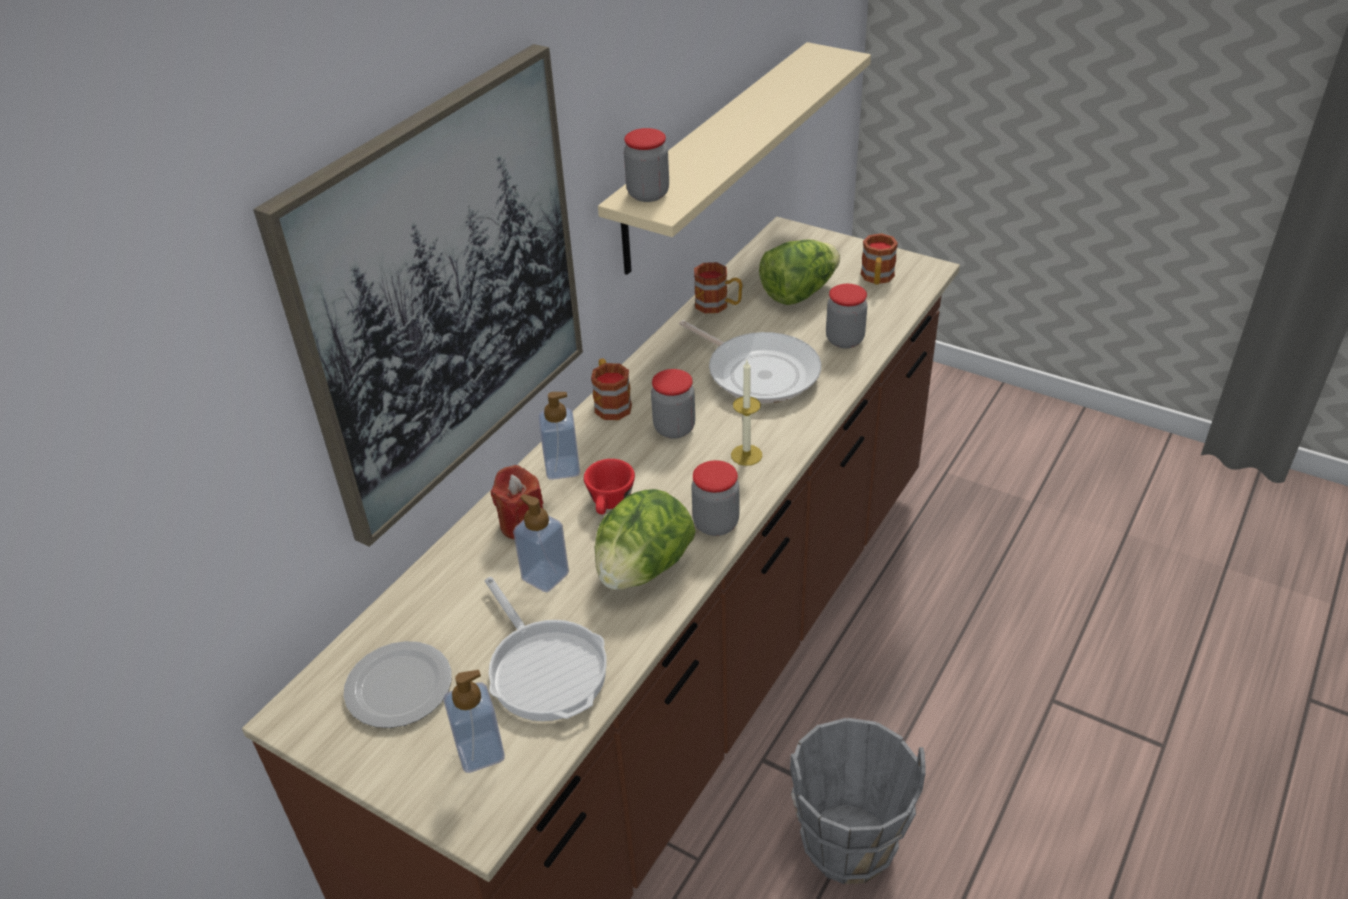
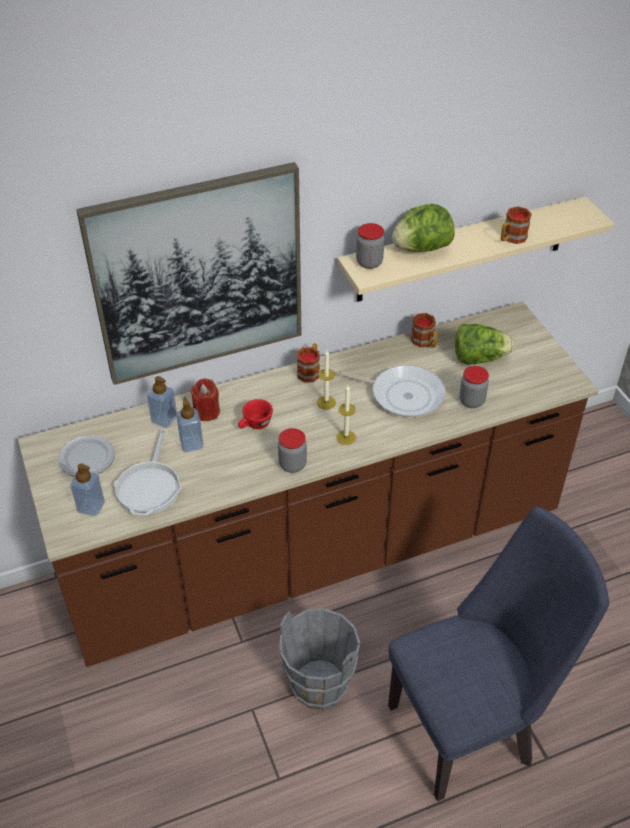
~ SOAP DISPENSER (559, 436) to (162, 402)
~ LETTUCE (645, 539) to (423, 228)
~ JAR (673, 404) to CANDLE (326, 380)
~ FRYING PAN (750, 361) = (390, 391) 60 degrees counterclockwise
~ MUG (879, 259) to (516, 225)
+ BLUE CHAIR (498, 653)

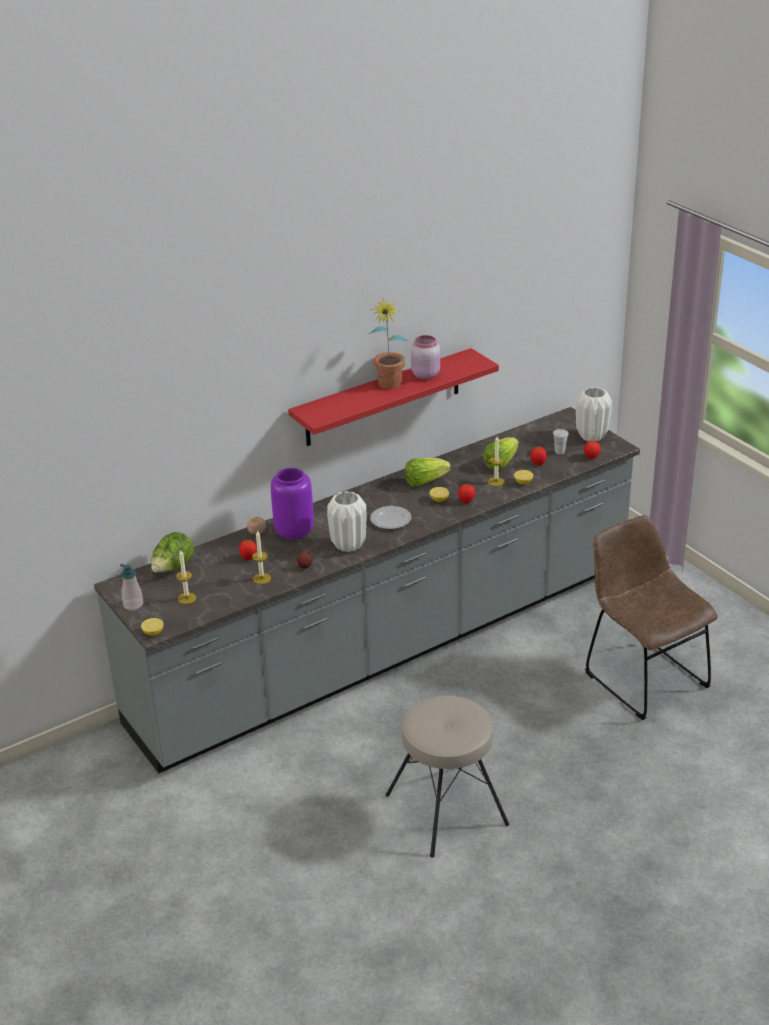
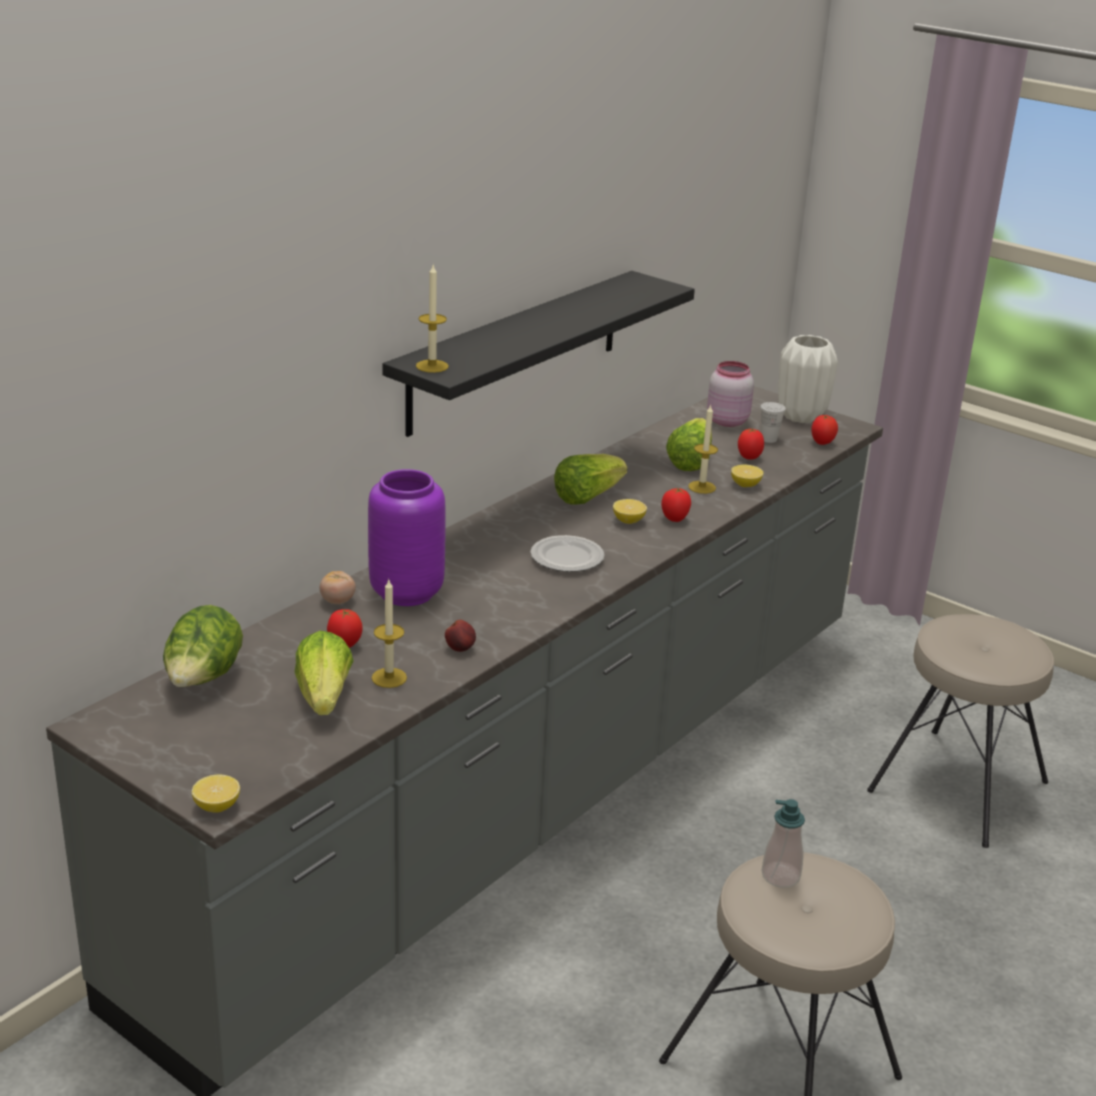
~ SOAP DISPENSER (131, 587) to (783, 843)
~ CANDLE (186, 577) to (432, 319)
~ RED SHELF (393, 397) to BLACK SHELF (538, 354)
- WHITE VASE (346, 521)
- POTTED PLANT (388, 344)
~ PINK JAR (425, 357) to (730, 394)
~ BROWN CHAIR (651, 617) to BEIGE STOOL (960, 731)
+ LETTUCE (323, 673)

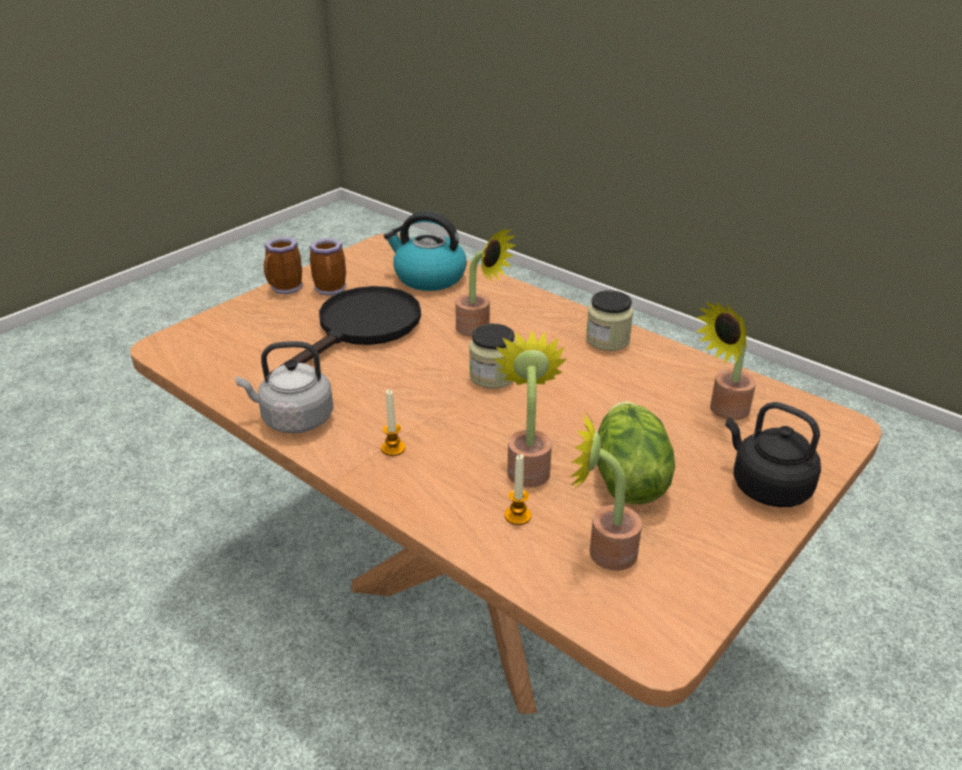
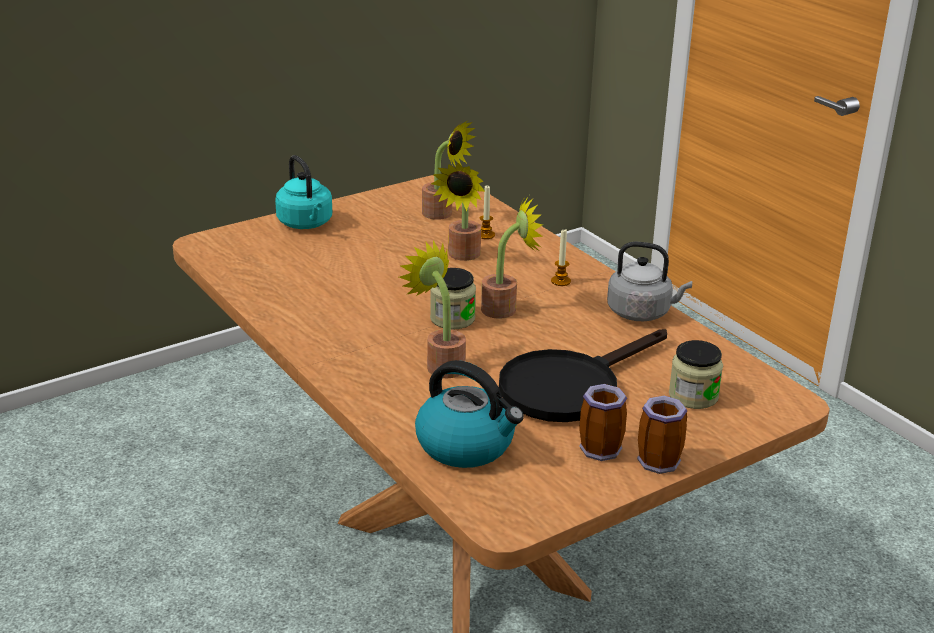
~ JAR (609, 320) to (696, 374)
- LETTUCE (636, 452)
~ POTTED PLANT (725, 360) to (512, 257)
~ BLACK KETTLE (773, 454) to TURQUOISE KETTLE (303, 192)

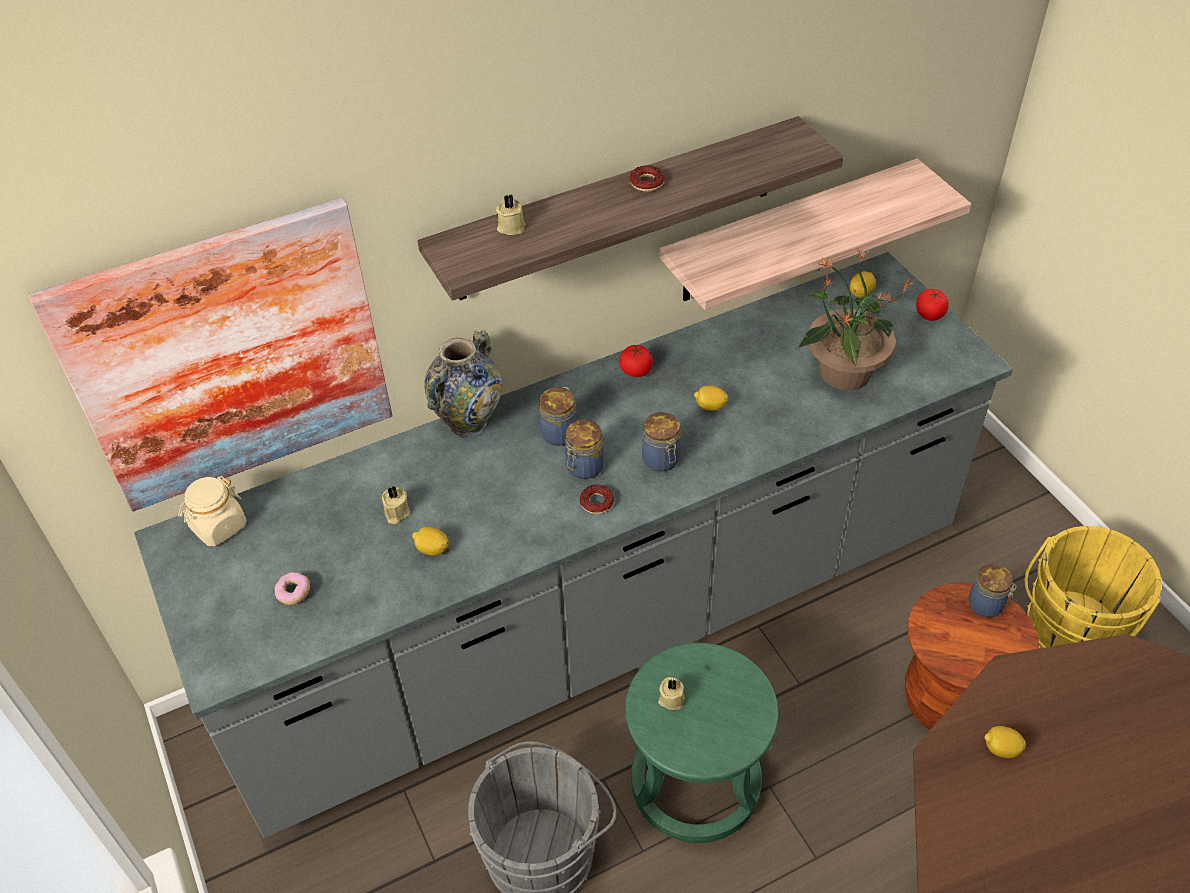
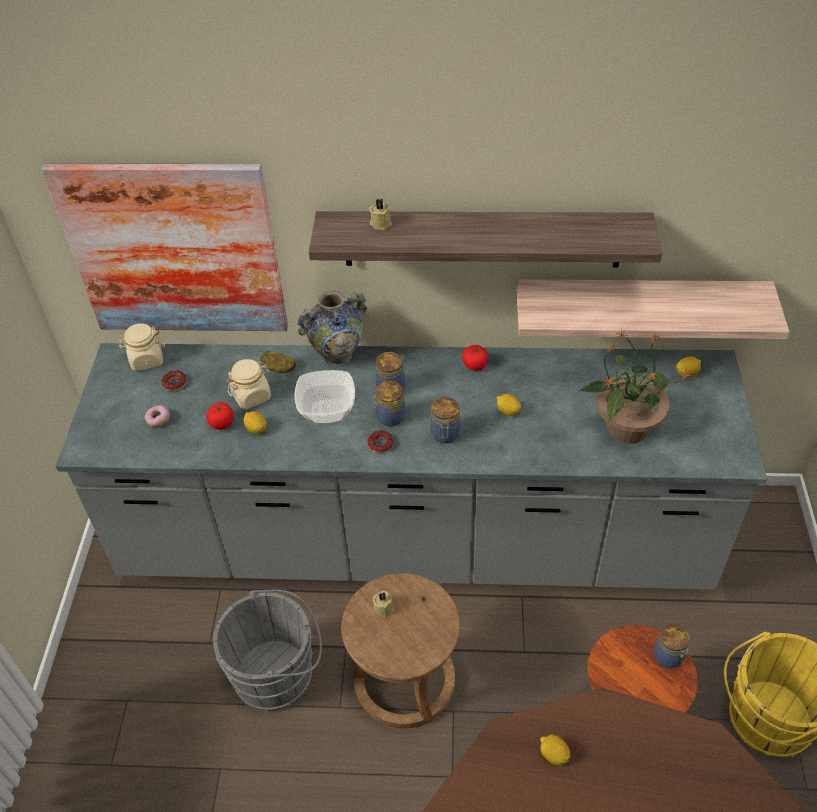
~ BEIGE CANDLE (396, 505) to BEIGE JAR (249, 384)
~ GREEN STOOL (702, 743) to BROWN STOOL (400, 651)
~ DONUT (647, 178) to (173, 381)
~ TOMATO (932, 305) to (220, 416)
+ POTATO (278, 362)
+ BOWL (324, 397)

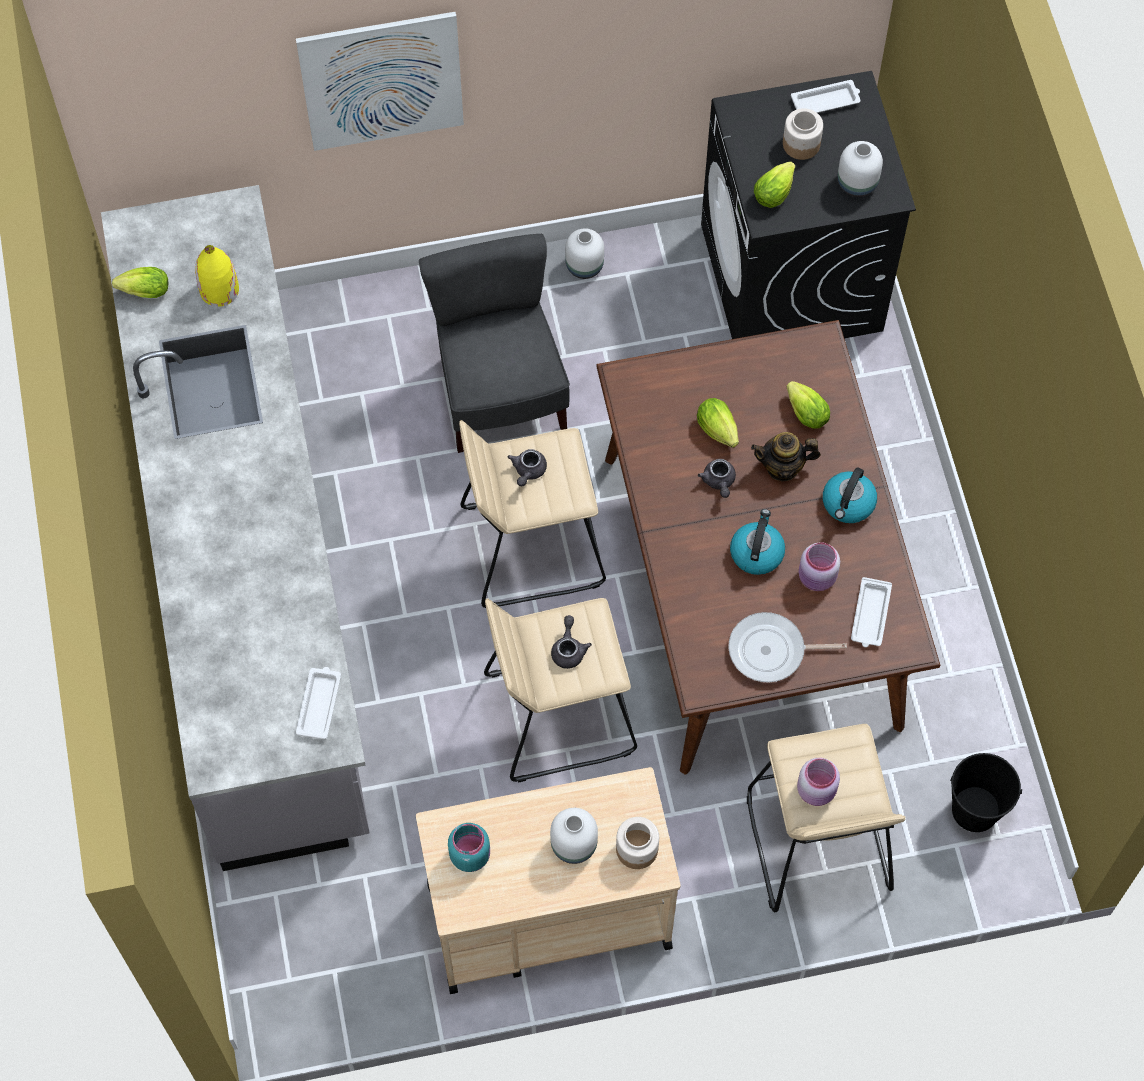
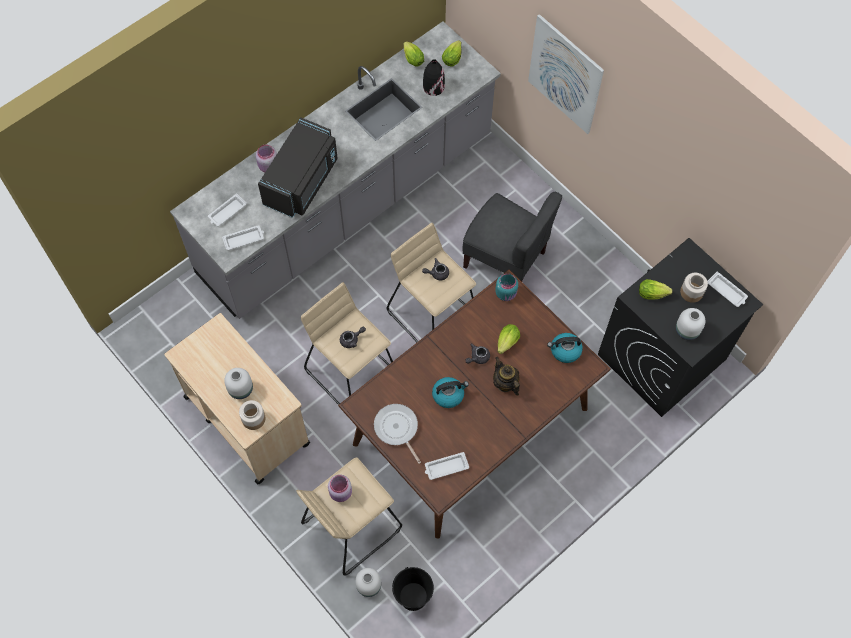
~ YELLOW VASE (217, 276) to BLACK VASE (434, 77)
~ GREY CHAIR (494, 343) = (512, 237) 75 degrees clockwise
~ TURQUOISE JAR (469, 847) to (506, 287)
~ WHITE VASE (584, 253) to (368, 582)
~ LETTUCE (808, 405) to (452, 53)
~ PINK JAR (819, 566) to (266, 158)
~ KETTLE (850, 495) to (565, 348)
+ WHITE TRAY (227, 209)
+ BLACK MICROWAVE (298, 167)

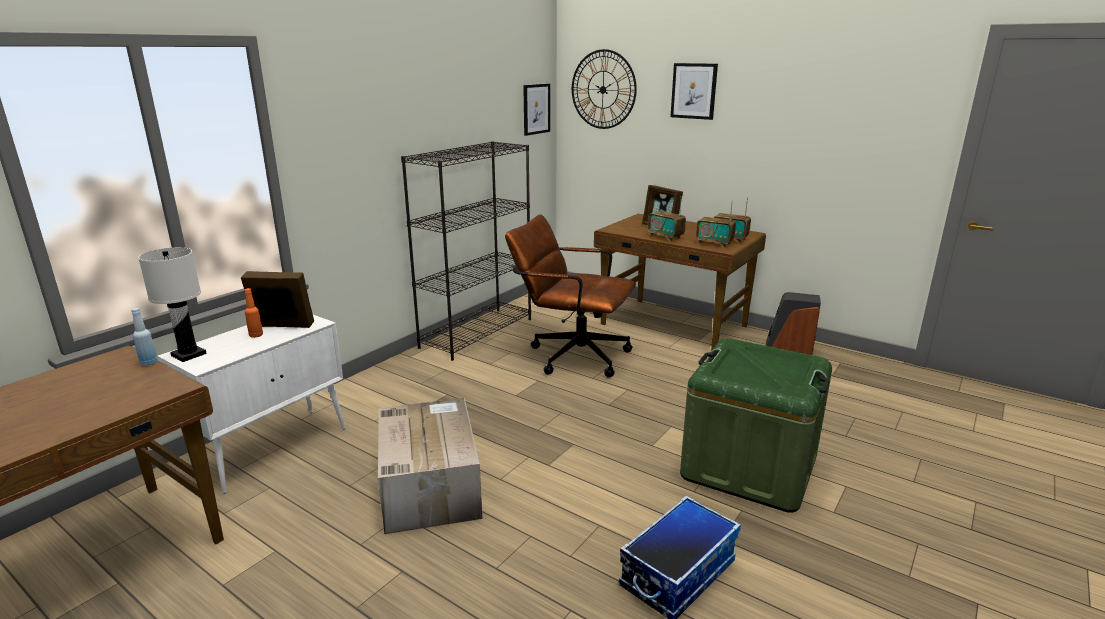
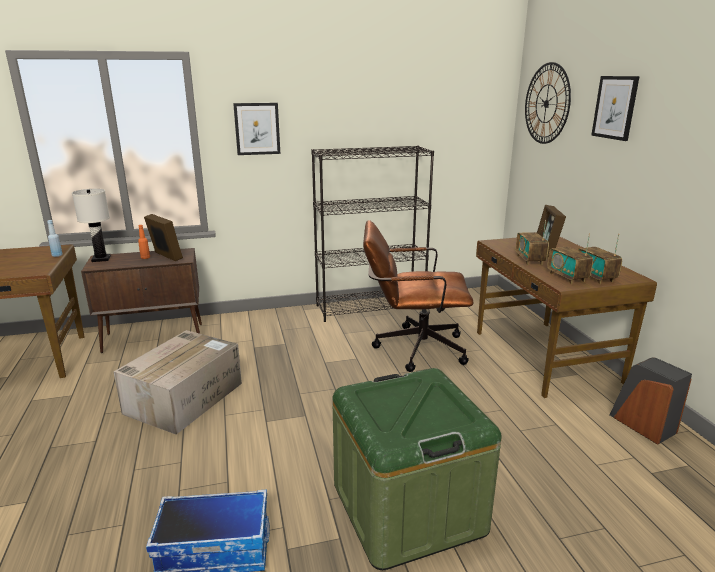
~ WHITE CABINET (251, 404) to BROWN CABINET (141, 300)
~ BROWN OFFICE CHAIR (570, 296) = (418, 296) 60 degrees counterclockwise
~ PICTURE (536, 110) to (256, 129)

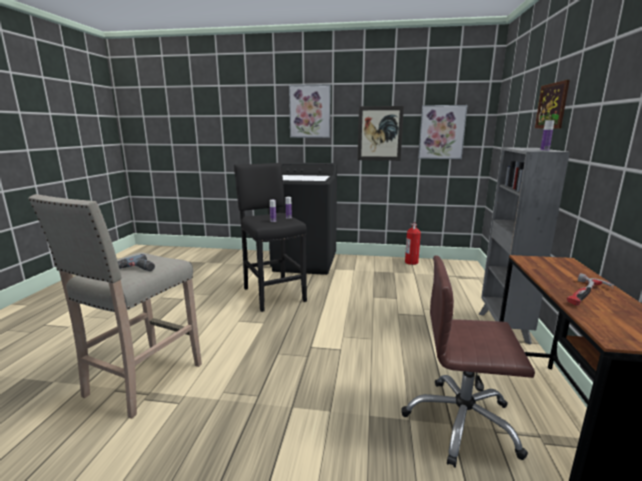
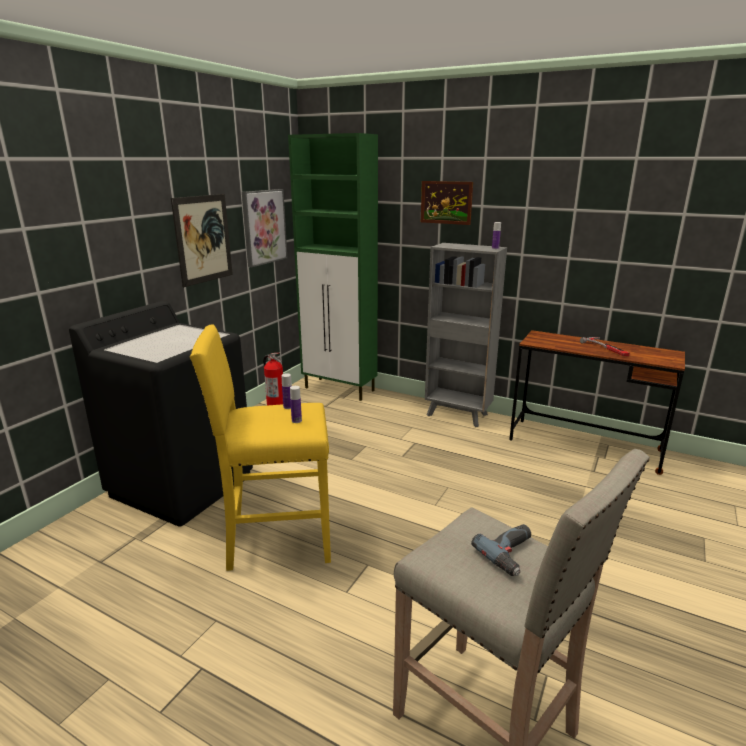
~ BLACK STOOL (270, 237) to YELLOW STOOL (260, 448)
- PICTURE (310, 111)
- BROWN OFFICE CHAIR (468, 361)
+ GREEN CABINET (333, 267)

